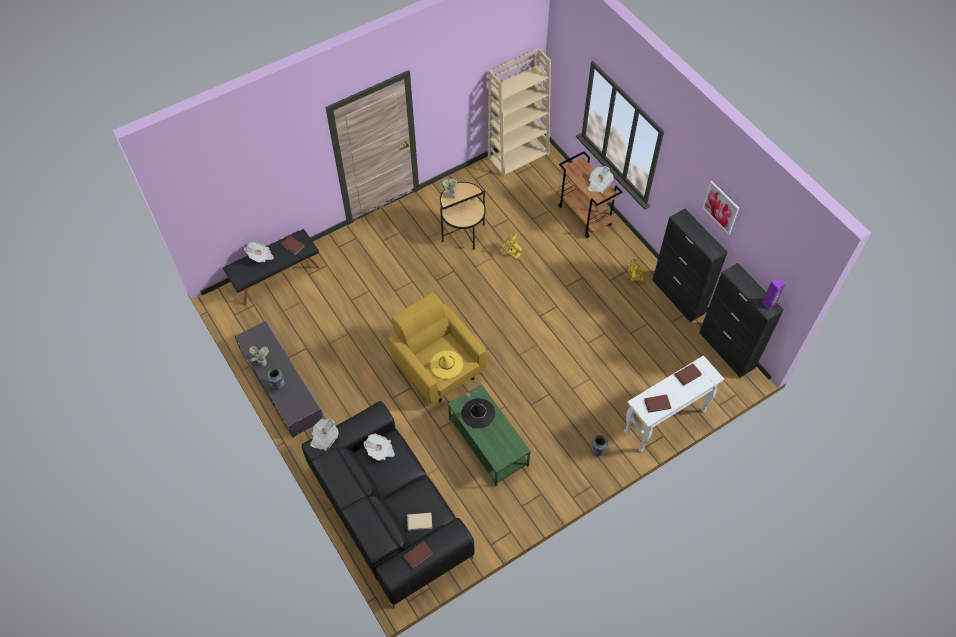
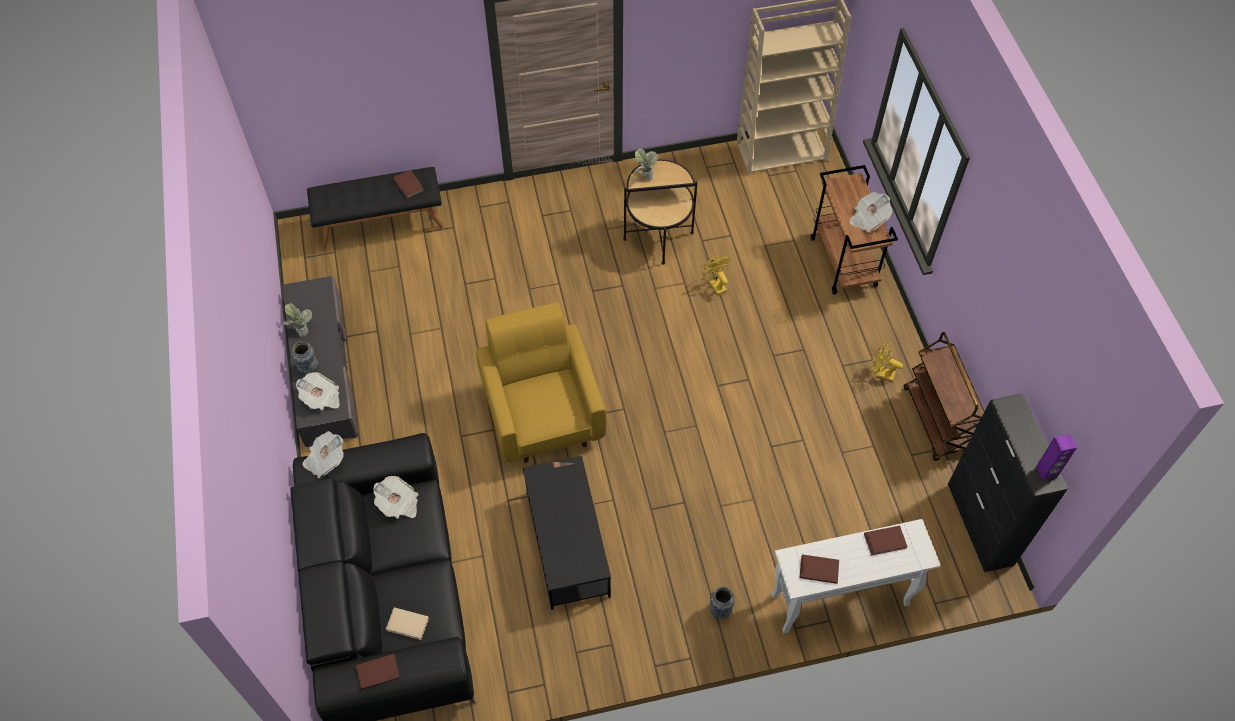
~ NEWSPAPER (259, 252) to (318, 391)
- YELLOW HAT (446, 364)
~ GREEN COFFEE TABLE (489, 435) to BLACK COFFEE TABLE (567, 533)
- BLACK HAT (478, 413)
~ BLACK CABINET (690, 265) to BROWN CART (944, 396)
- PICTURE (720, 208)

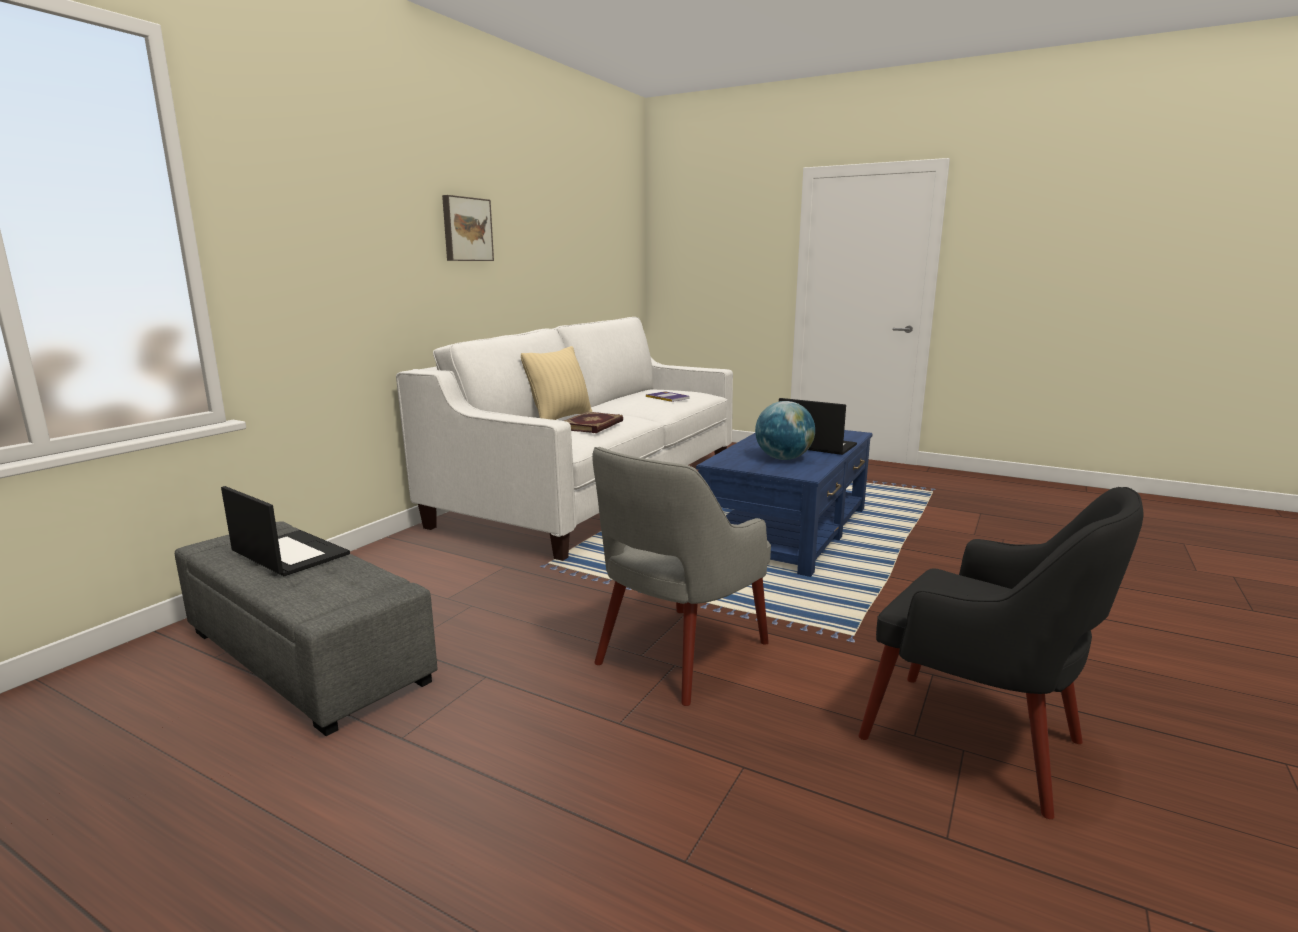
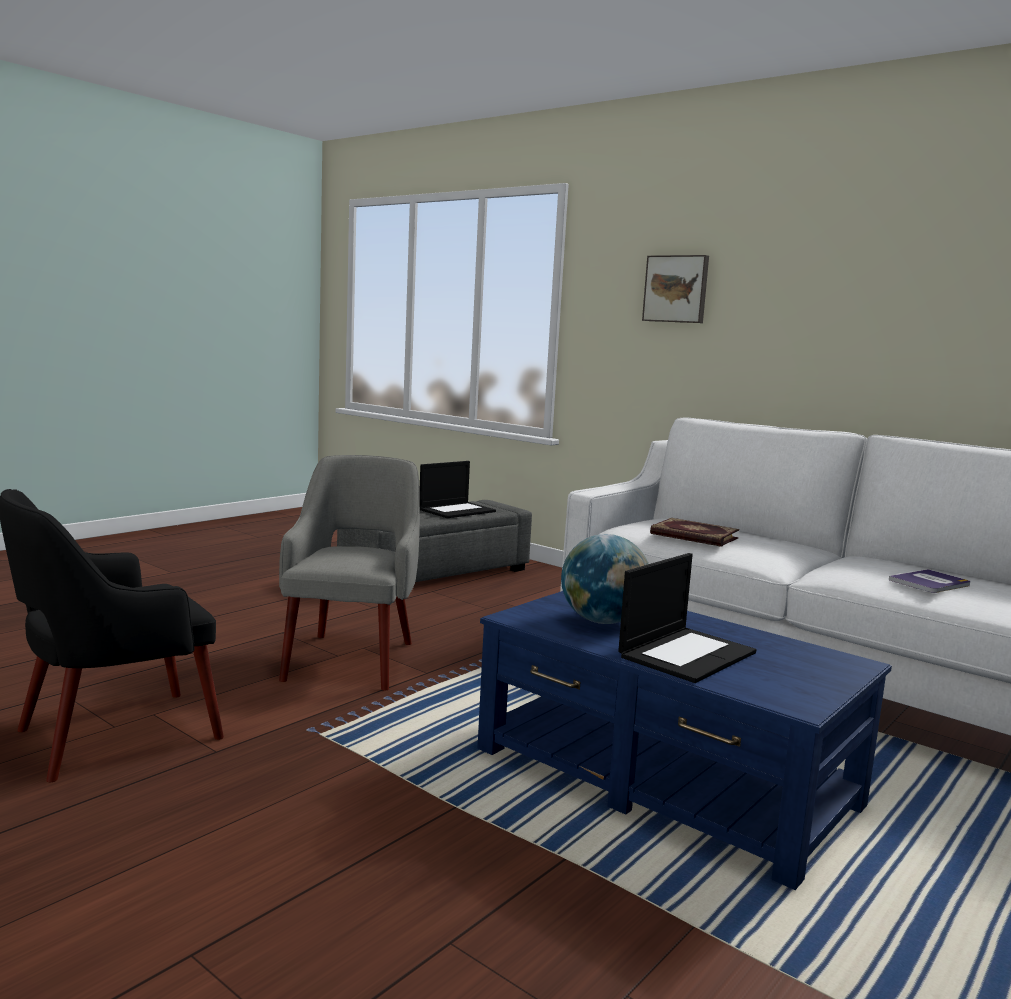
~ PICTURE (468, 228) to (675, 289)
- BEIGE PILLOW (556, 383)
~ GREY ARMCHAIR (681, 576) = (349, 573) 45 degrees clockwise

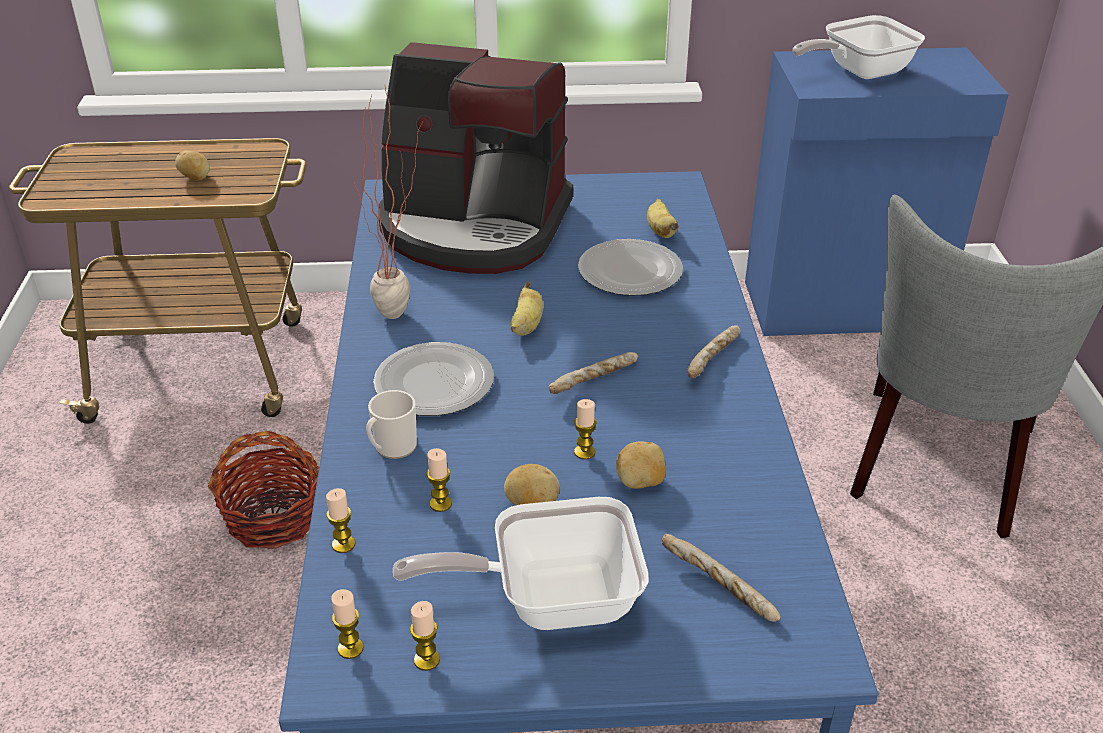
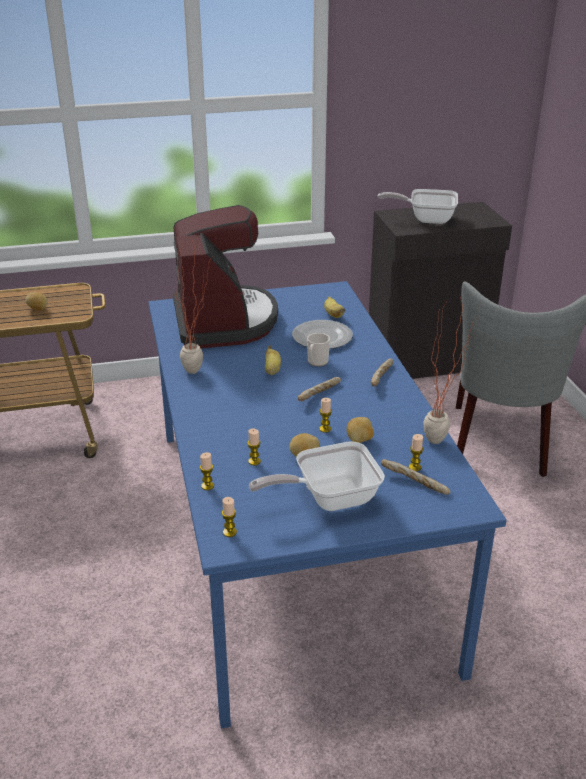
- BASKET (263, 490)
~ MUG (391, 424) to (318, 349)
- PLATE (433, 379)
~ COFFEE MACHINE (475, 158) = (225, 276) 105 degrees counterclockwise
~ CANDLE (425, 636) to (416, 452)
~ BLUE CABINET (877, 191) to BLACK CABINET (440, 290)
~ FRYING PAN (859, 47) = (417, 206) 45 degrees clockwise
+ POTTED PLANT (450, 370)

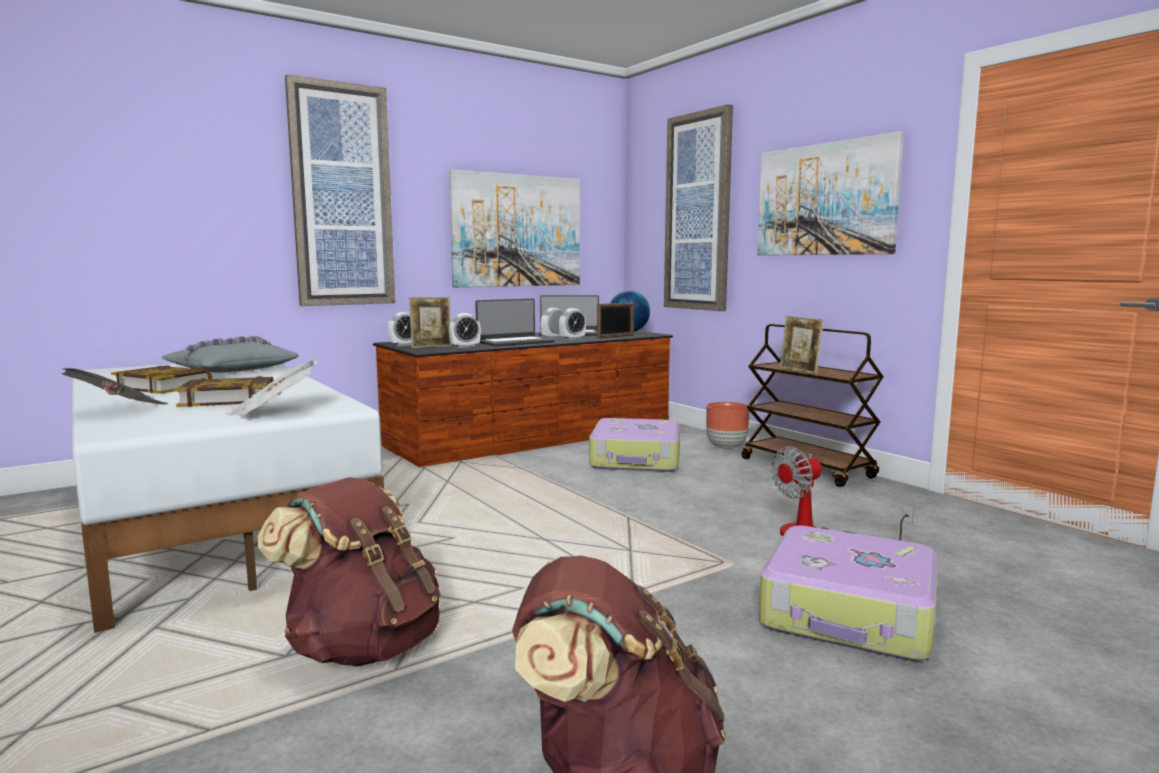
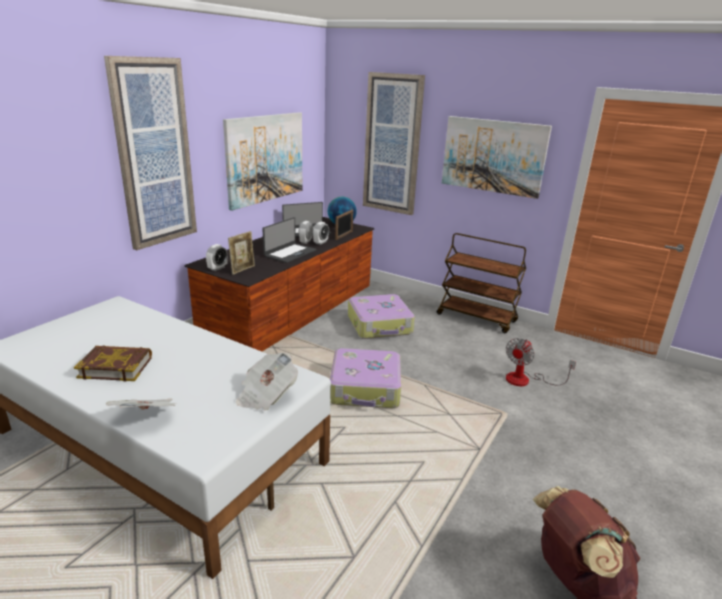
- GREY PILLOW (230, 354)
- BOOK (224, 391)
- BROWN BACKPACK (349, 571)
- ALARM CLOCK (465, 330)
- BROWN PLANTER (727, 425)
~ SUITCASE (848, 593) to (365, 378)
- PICTURE FRAME (802, 344)

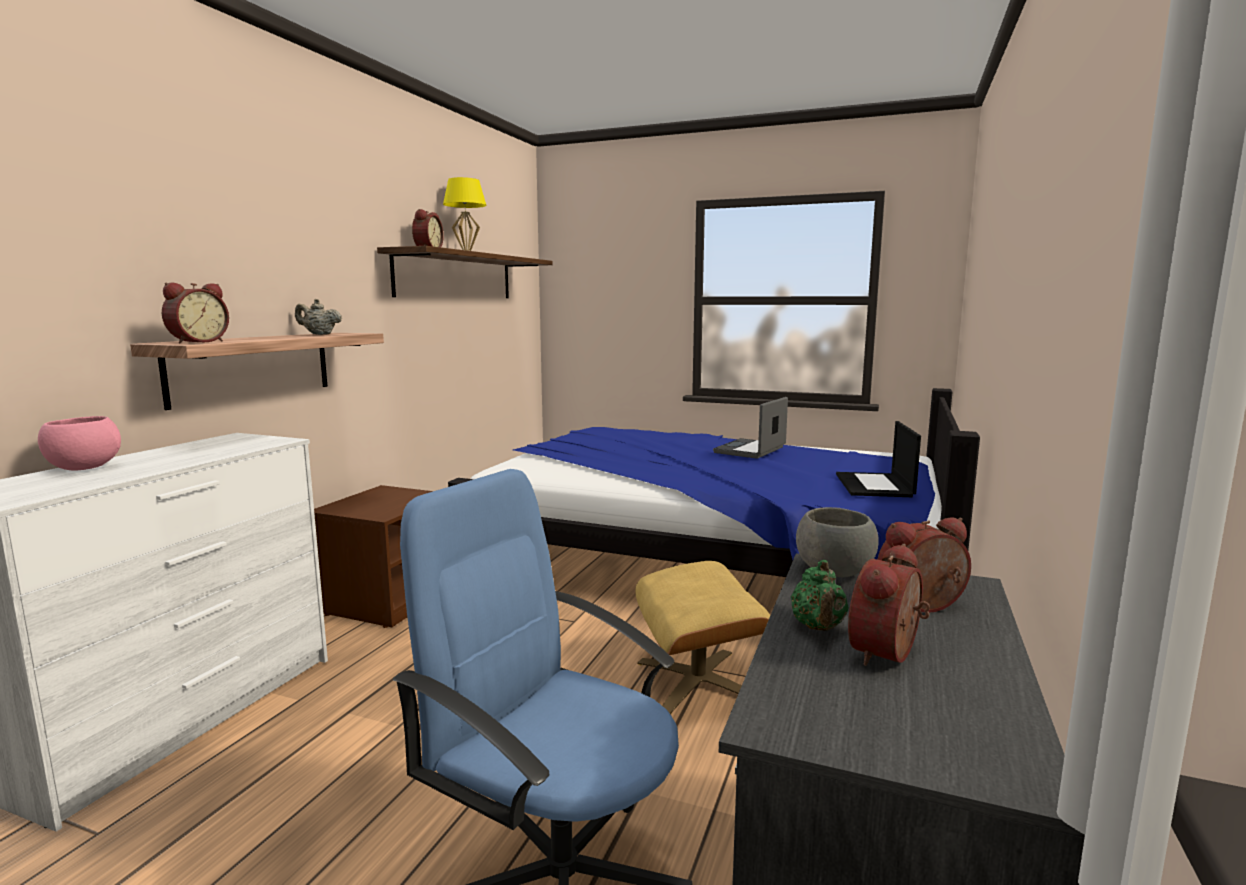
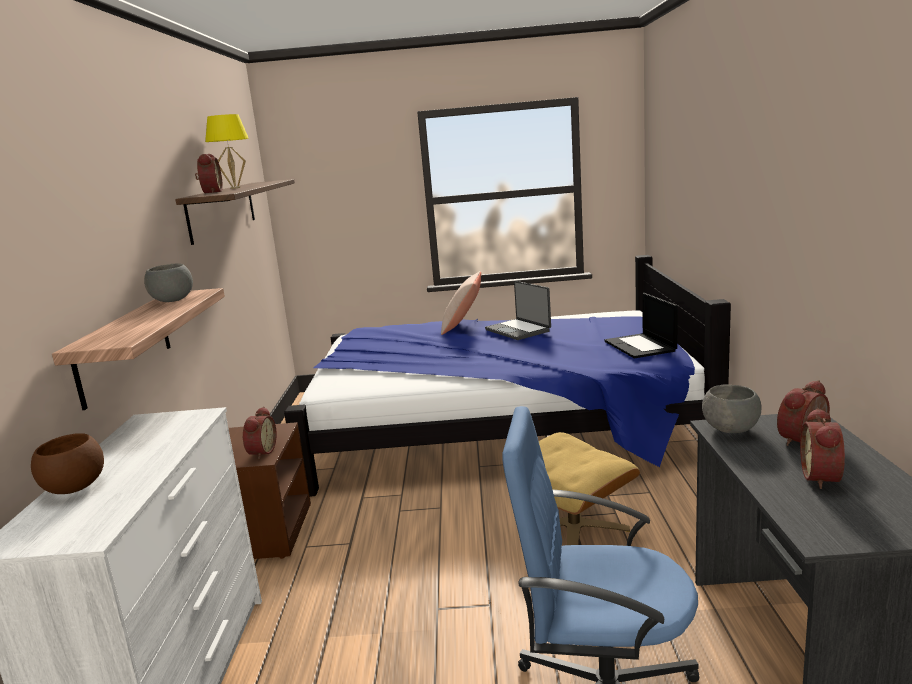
~ PINK BOWL (79, 443) to BROWN BOWL (67, 463)
~ ALARM CLOCK (195, 312) to (259, 433)
~ BEIGE TEAPOT (318, 317) to GREY BOWL (168, 282)
~ LAPTOP (750, 428) = (518, 310) 45 degrees counterclockwise
- GREEN TEAPOT (820, 595)
+ BEIGE PILLOW (461, 303)

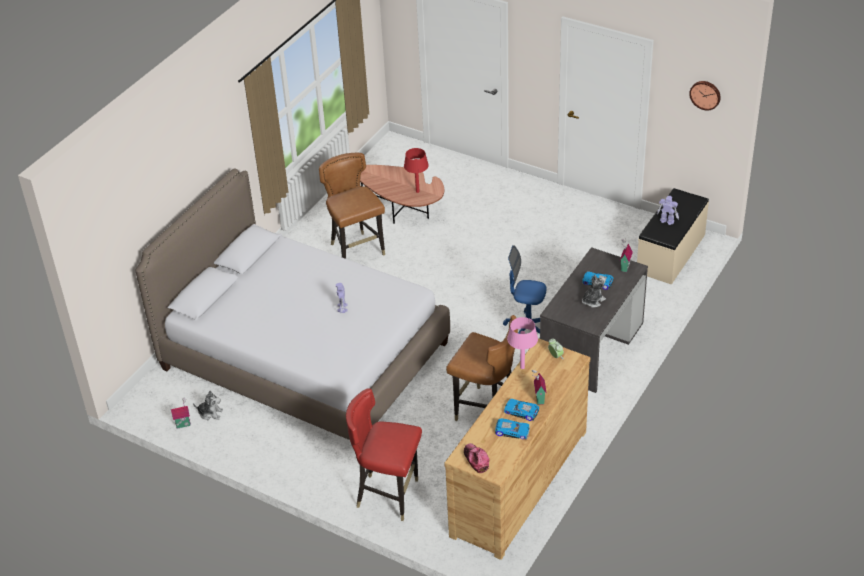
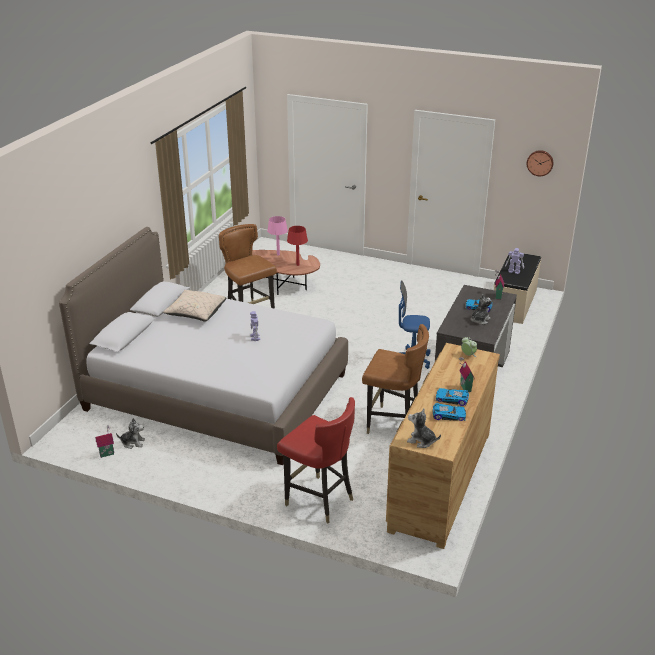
~ RED CHAIR (384, 454) = (316, 460) 150 degrees counterclockwise
~ CAP (476, 458) to PLUSH TOY (424, 428)
~ PINK TABLE LAMP (522, 343) to (277, 236)
+ BEIGE PILLOW (194, 306)

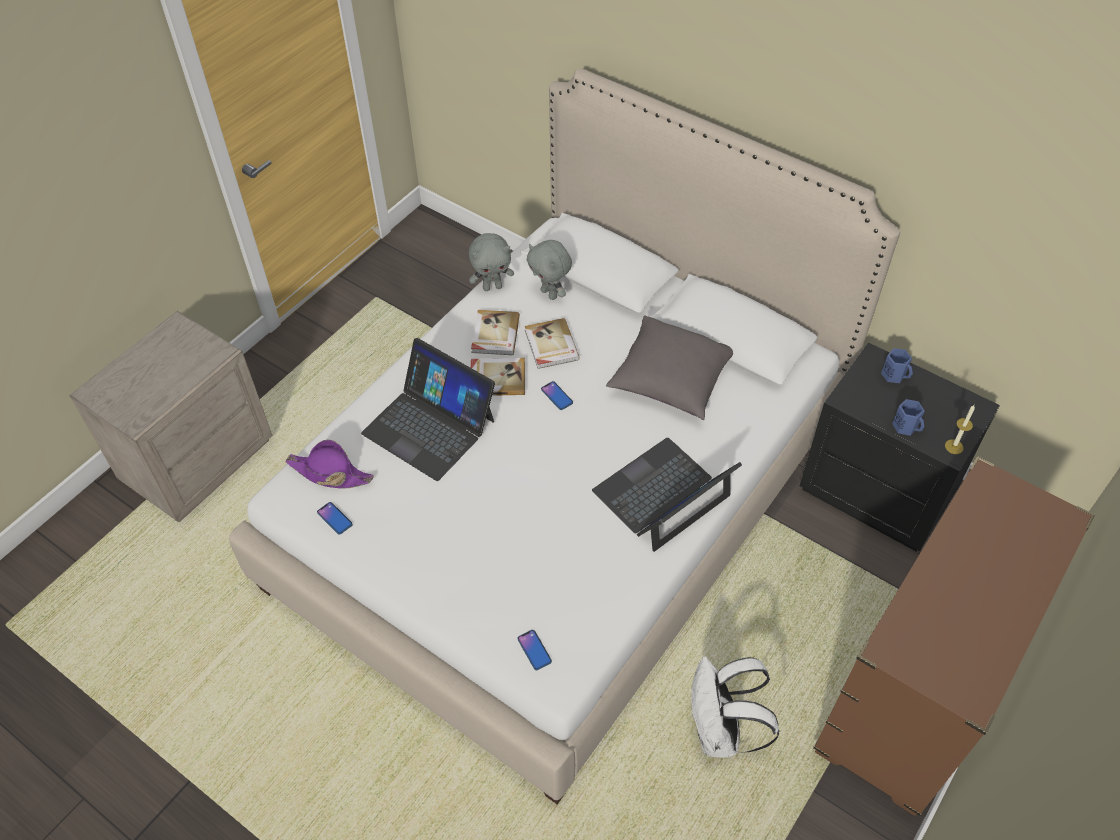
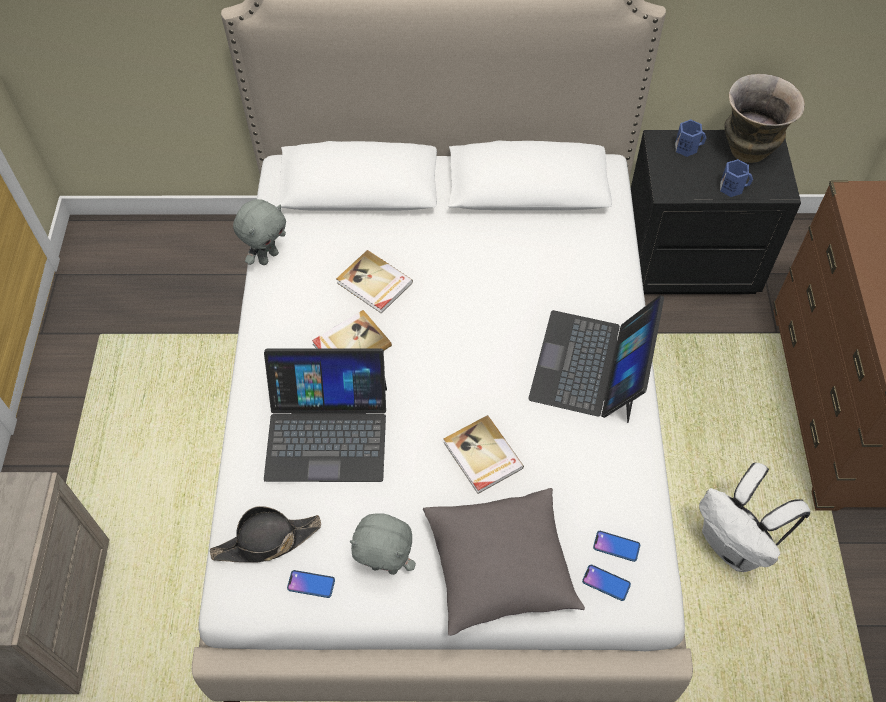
~ PURPLE HAT (329, 464) to BLACK HAT (265, 534)
~ BOOK (495, 332) to (483, 454)
~ GREY PLUSH TOY (549, 270) to (383, 544)
~ PHONE (557, 395) to (616, 546)
~ GREY PILLOW (669, 368) to (504, 562)
- CANDLE (960, 429)
+ VASE (764, 118)

